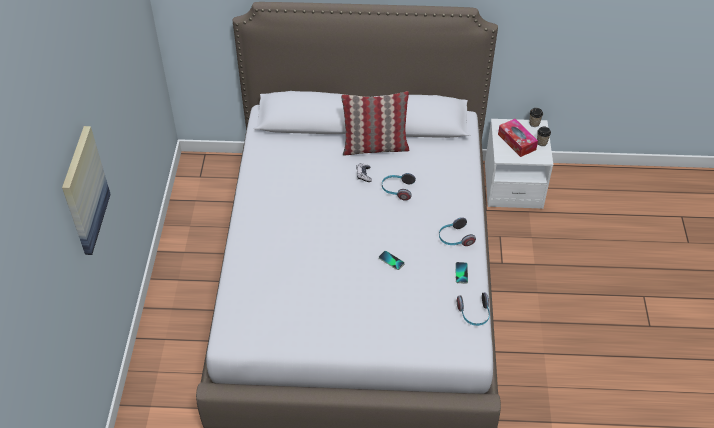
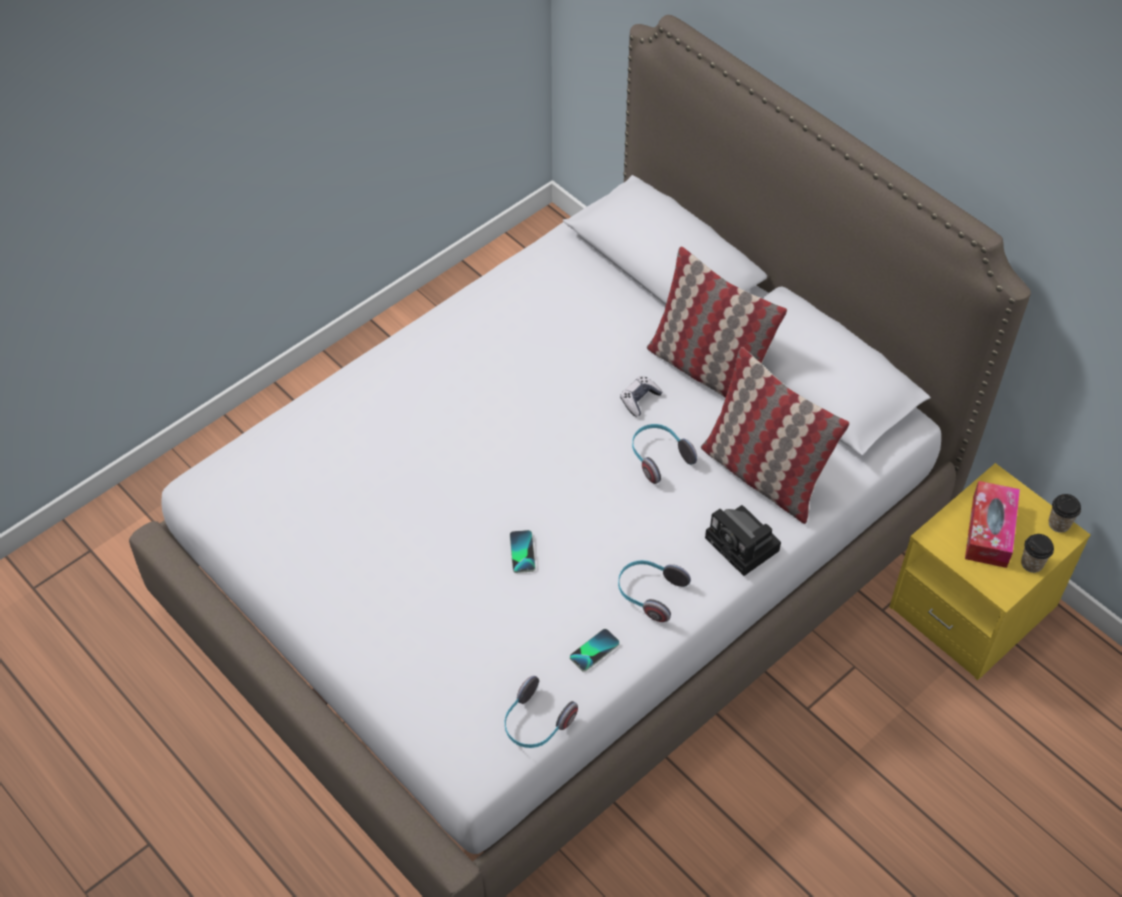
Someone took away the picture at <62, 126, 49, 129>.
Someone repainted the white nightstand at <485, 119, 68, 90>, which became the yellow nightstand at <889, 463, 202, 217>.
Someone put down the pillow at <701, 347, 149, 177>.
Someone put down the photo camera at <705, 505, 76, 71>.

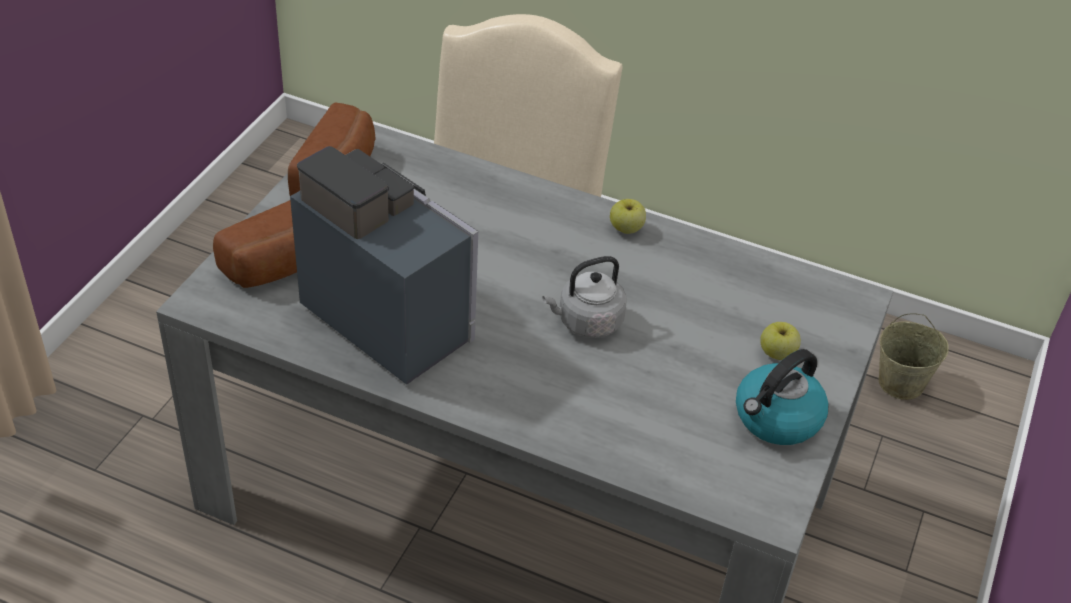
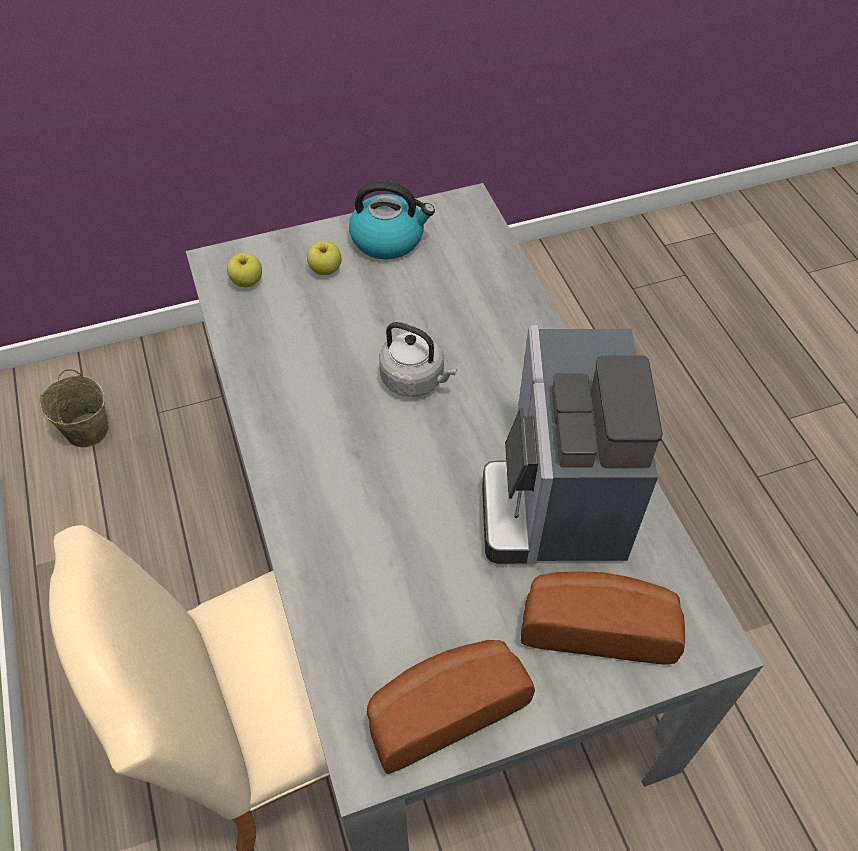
Someone carried the apple from <610, 199, 36, 35> to <227, 253, 35, 34>.

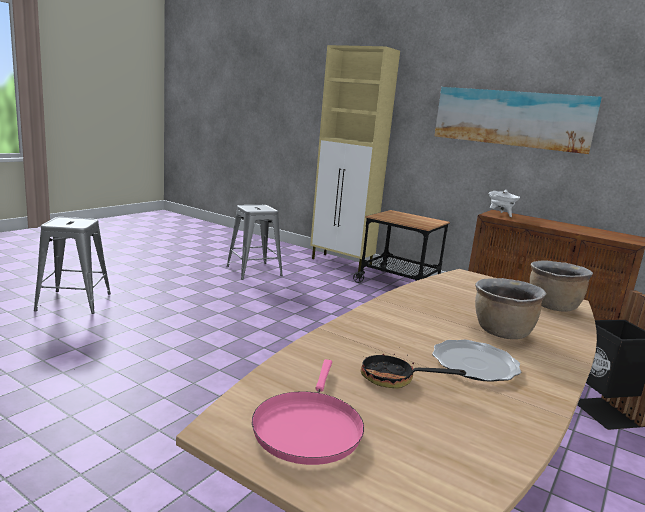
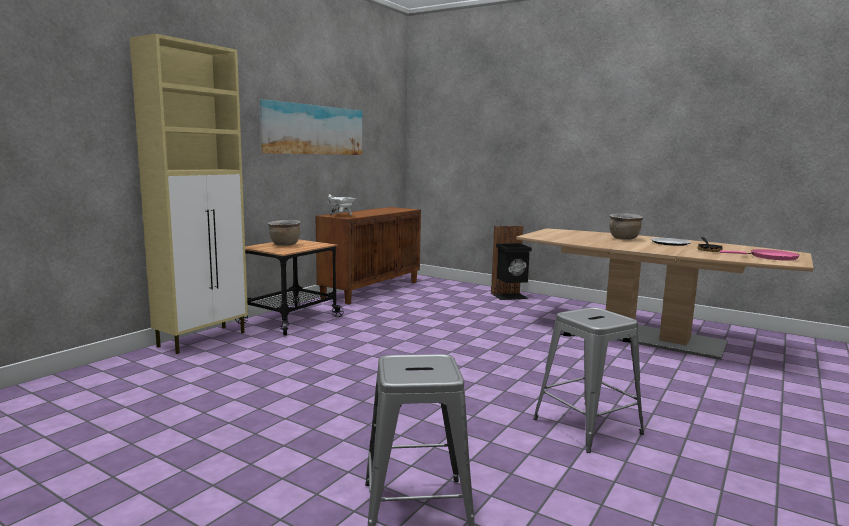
Someone carried the grey stool from <227, 205, 56, 75> to <533, 307, 111, 146>.
Someone carried the brown cooking pot from <530, 260, 63, 52> to <268, 220, 32, 26>.

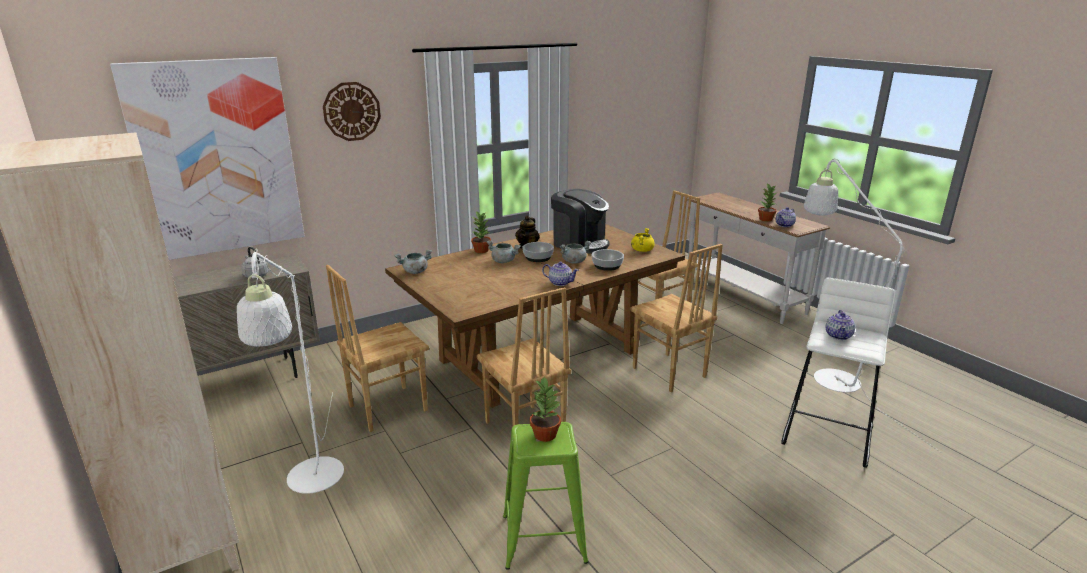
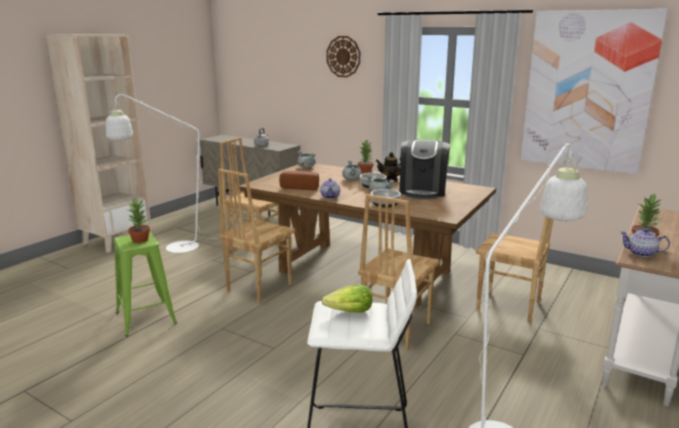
Someone carried the picture from <110, 57, 195, 203> to <520, 9, 148, 165>.
Someone took away the yellow cooking pot at <631, 228, 24, 24>.
Someone swapped the teapot at <826, 310, 29, 30> for the lettuce at <322, 285, 50, 28>.
Someone put down the bread at <279, 171, 40, 19>.

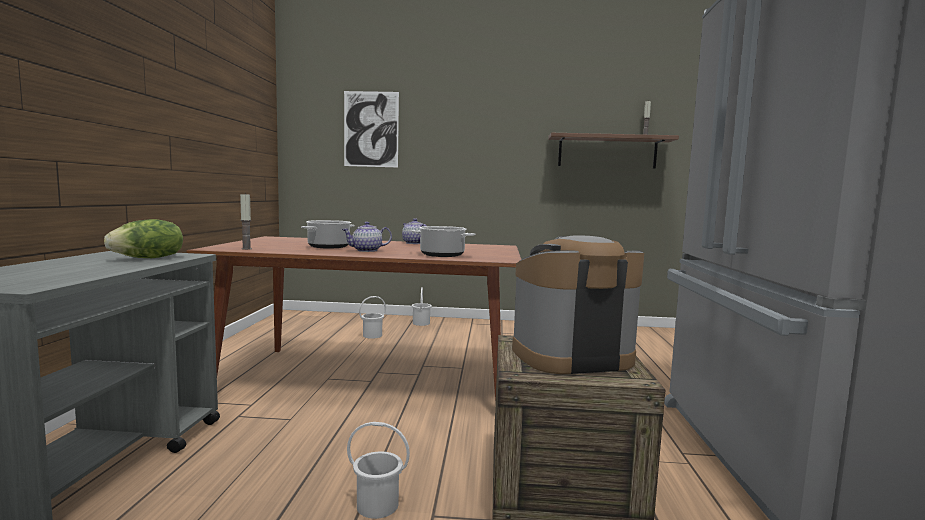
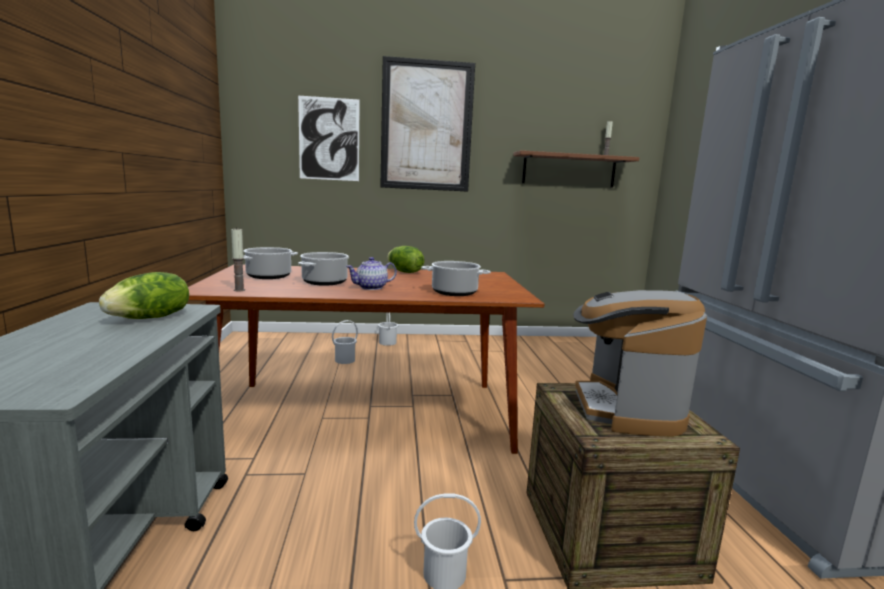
Someone swapped the teapot at <402, 219, 25, 25> for the lettuce at <387, 246, 37, 27>.
Someone rotated the coffee machine at <512, 235, 132, 139> by 60 degrees counterclockwise.
Someone put down the cooking pot at <243, 247, 55, 32>.
Someone put up the picture at <380, 56, 95, 136>.

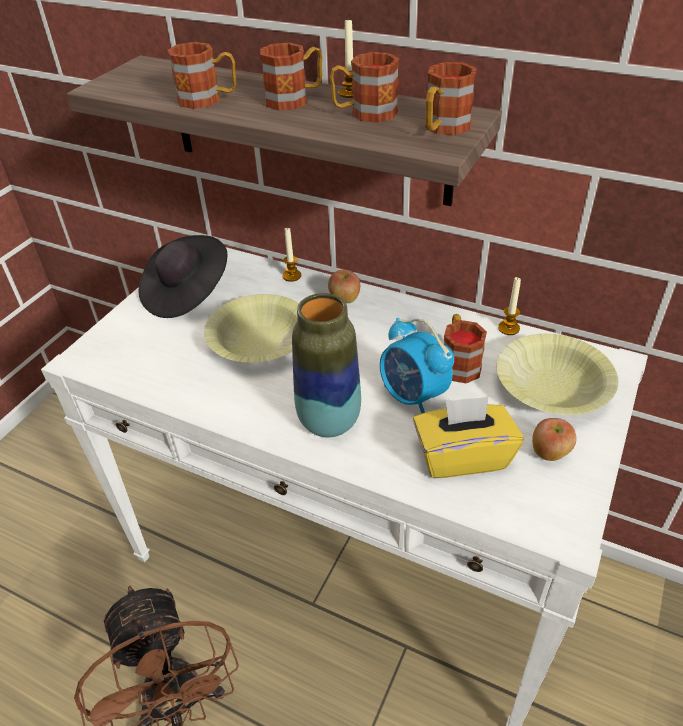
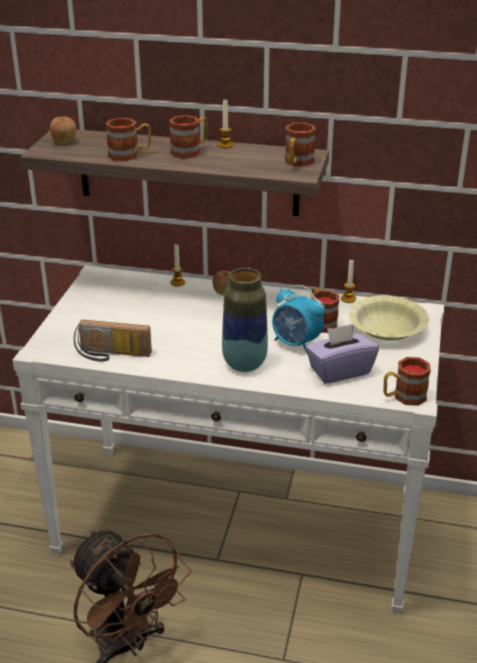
Someone took away the black hat at <139, 235, 88, 83>.
Someone took away the yellow bowl at <204, 294, 95, 69>.
Someone carried the mug from <330, 52, 69, 71> to <383, 357, 48, 49>.
Someone repainted the yellow tissue box at <413, 396, 111, 82>, which became the purple tissue box at <306, 324, 73, 60>.
Someone carried the apple from <532, 418, 44, 43> to <50, 117, 26, 27>.
Someone put down the radio at <74, 320, 78, 42>.

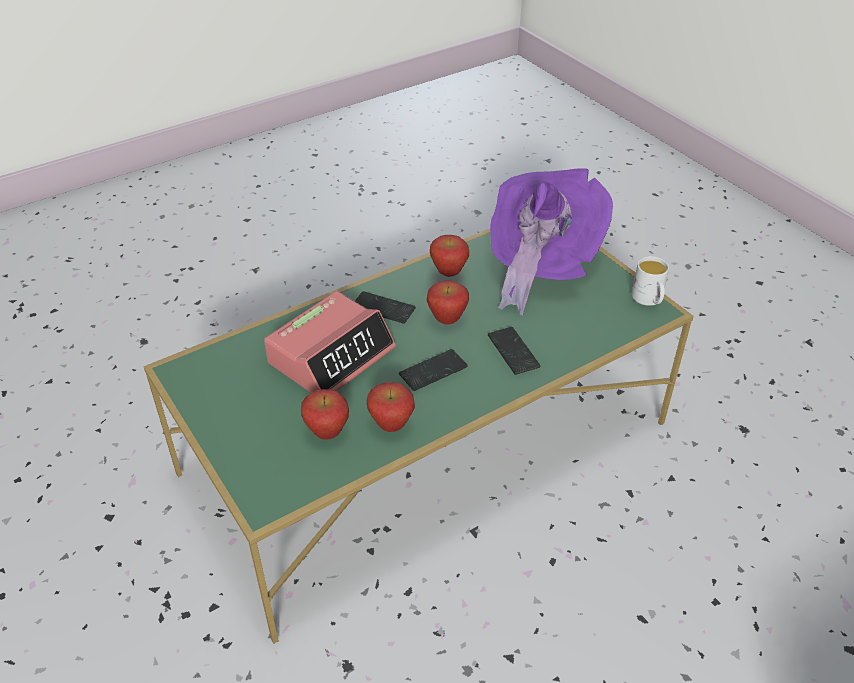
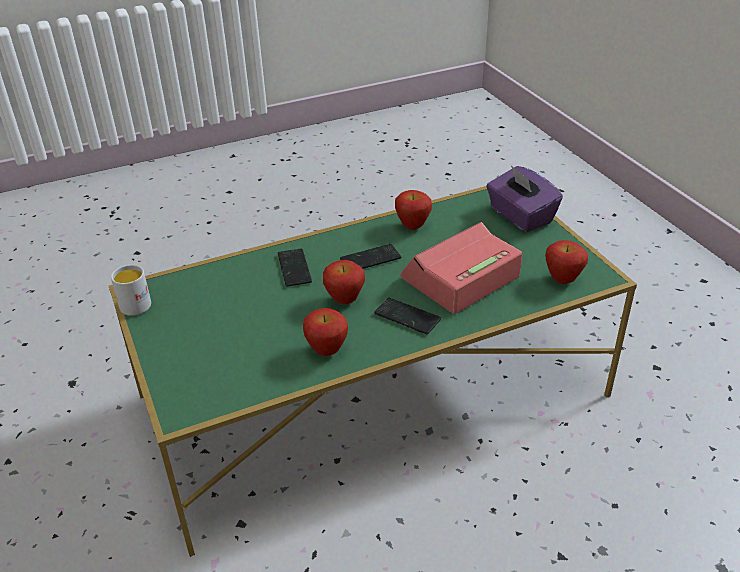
Someone carried the apple from <301, 389, 48, 51> to <545, 240, 43, 44>.
Someone took away the purple hat at <490, 168, 123, 148>.
Someone put down the purple tissue box at <486, 165, 77, 67>.

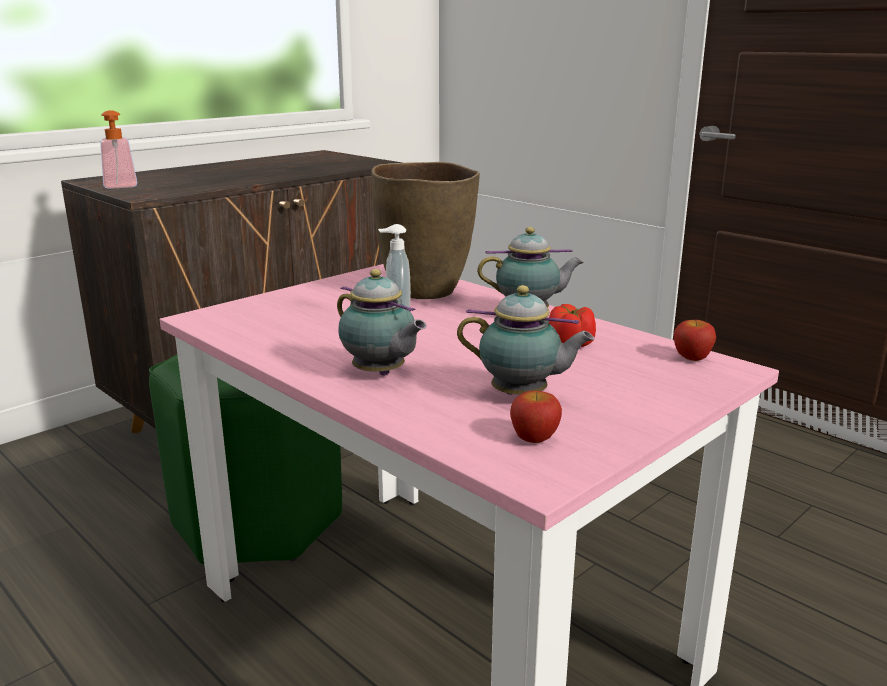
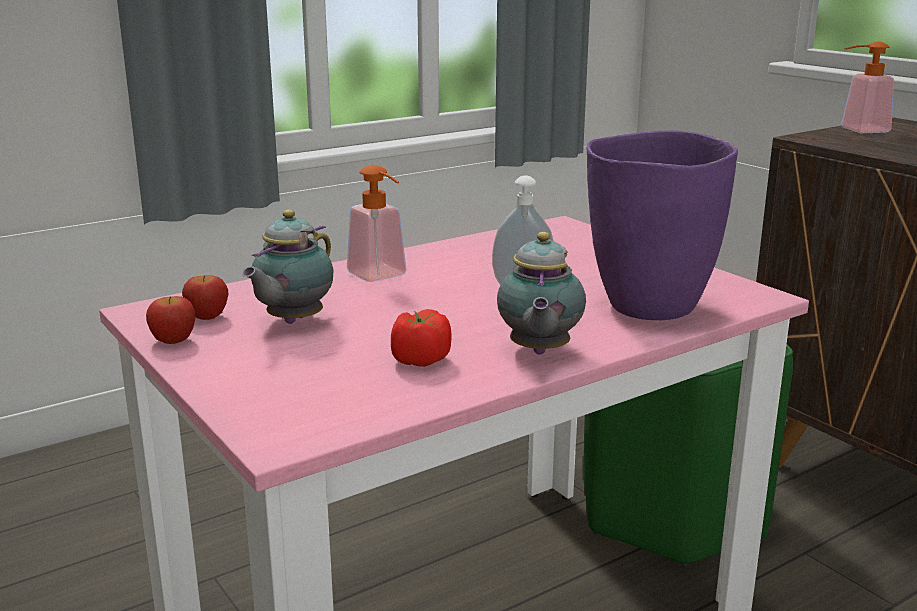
Someone swapped the teapot at <337, 269, 89, 107> for the soap dispenser at <347, 165, 60, 117>.
Someone repainted the brown vase at <371, 162, 109, 137>, which became the purple vase at <586, 130, 152, 190>.
Someone carried the apple from <674, 320, 42, 41> to <146, 296, 50, 48>.

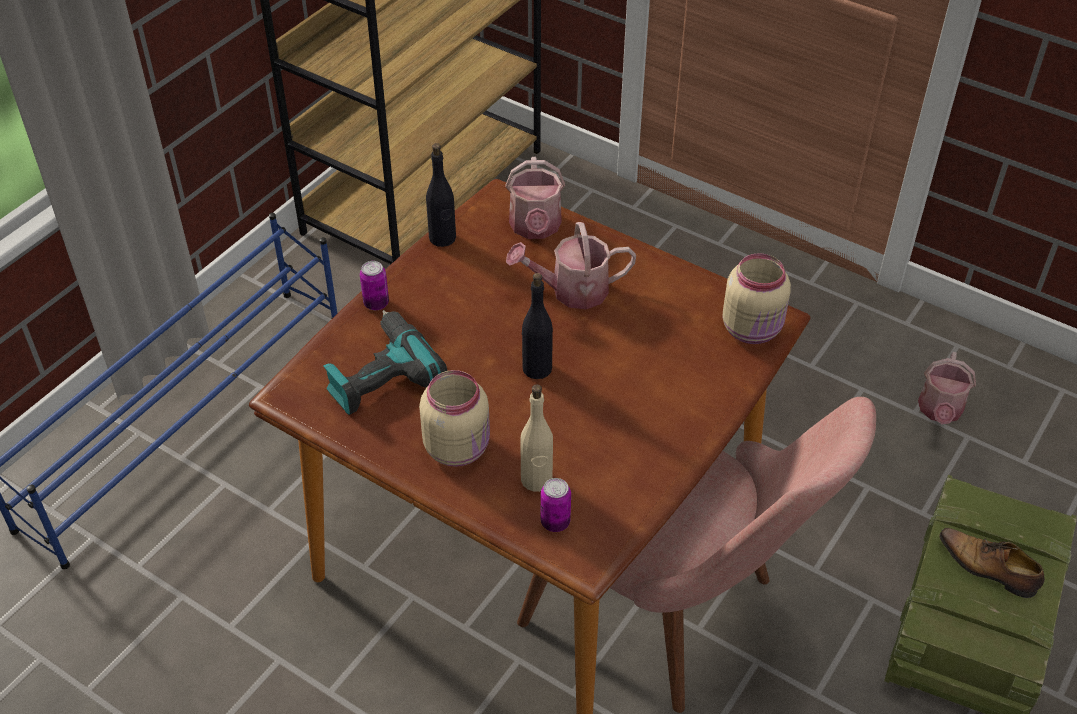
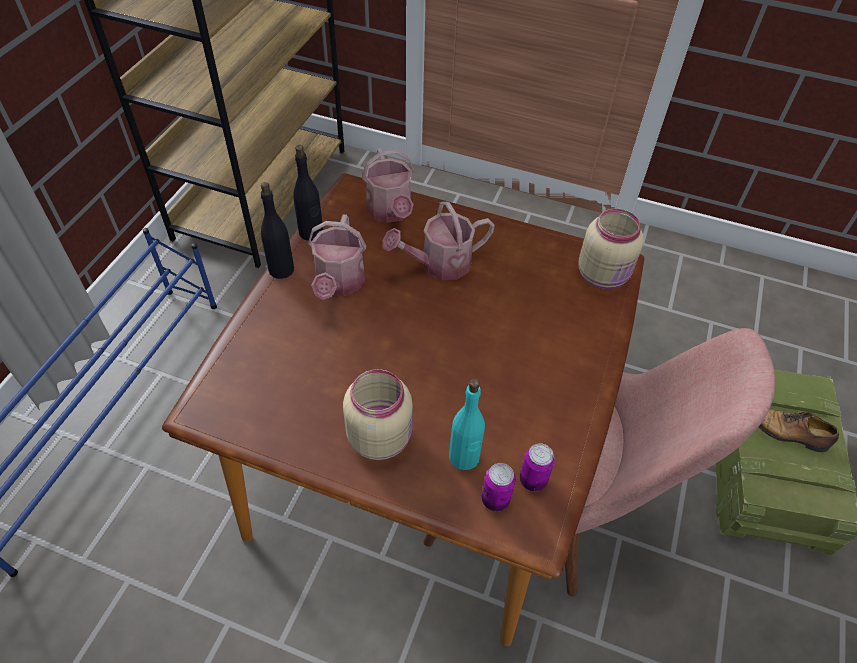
Someone took away the power drill at <323, 310, 124, 105>.
Someone carried the can from <360, 261, 29, 49> to <519, 443, 36, 49>.
Someone repainted the beige bottle at <520, 384, 33, 108>, which became the turquoise bottle at <449, 378, 36, 92>.
Someone carried the black bottle from <522, 273, 31, 106> to <261, 182, 33, 97>.
Someone carried the watering can from <918, 352, 58, 72> to <308, 214, 58, 86>.

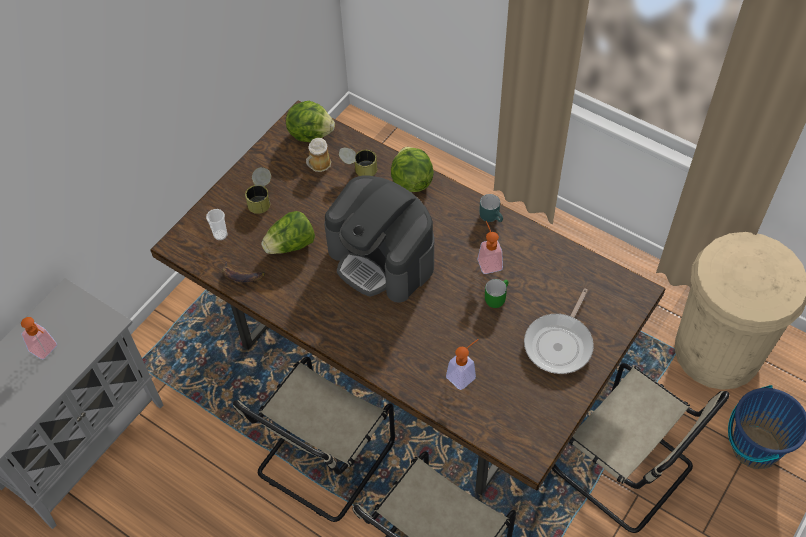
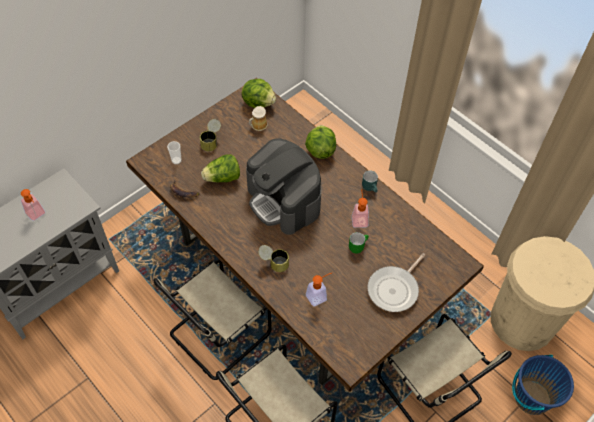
Someone carried the can from <339, 148, 38, 28> to <258, 245, 31, 27>.

